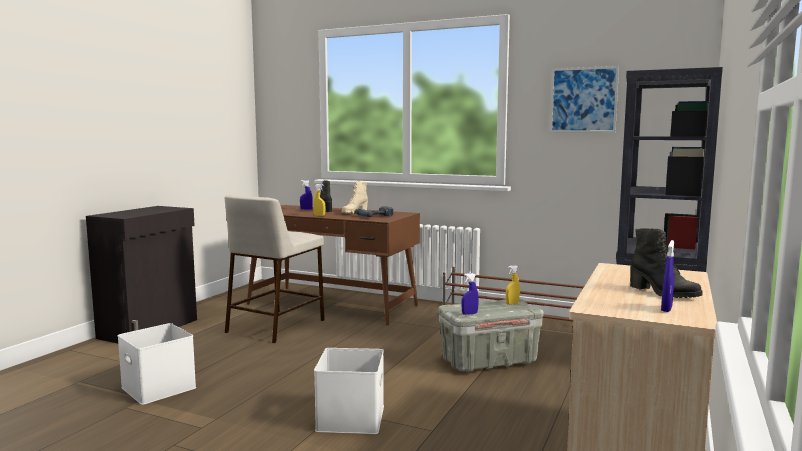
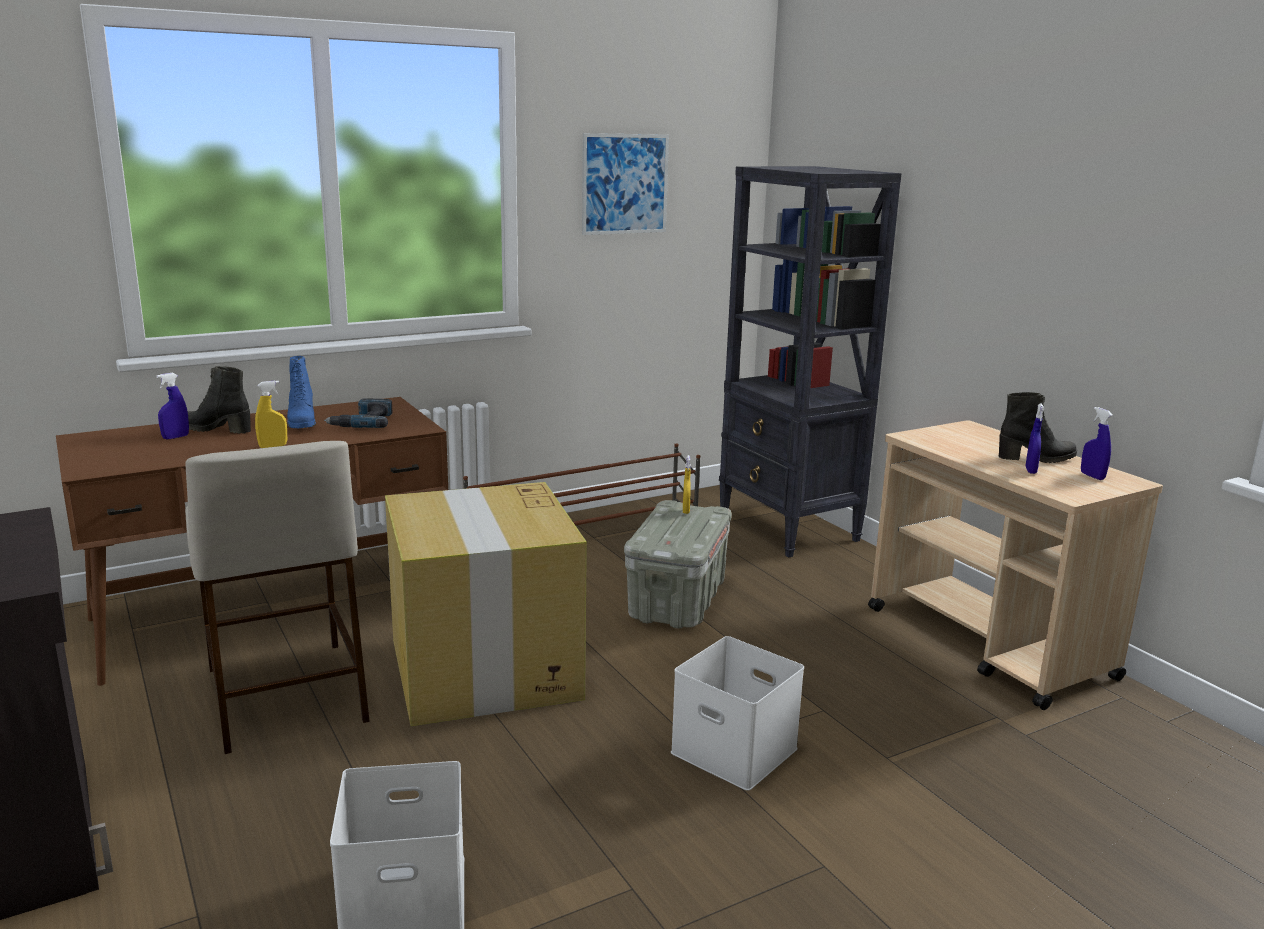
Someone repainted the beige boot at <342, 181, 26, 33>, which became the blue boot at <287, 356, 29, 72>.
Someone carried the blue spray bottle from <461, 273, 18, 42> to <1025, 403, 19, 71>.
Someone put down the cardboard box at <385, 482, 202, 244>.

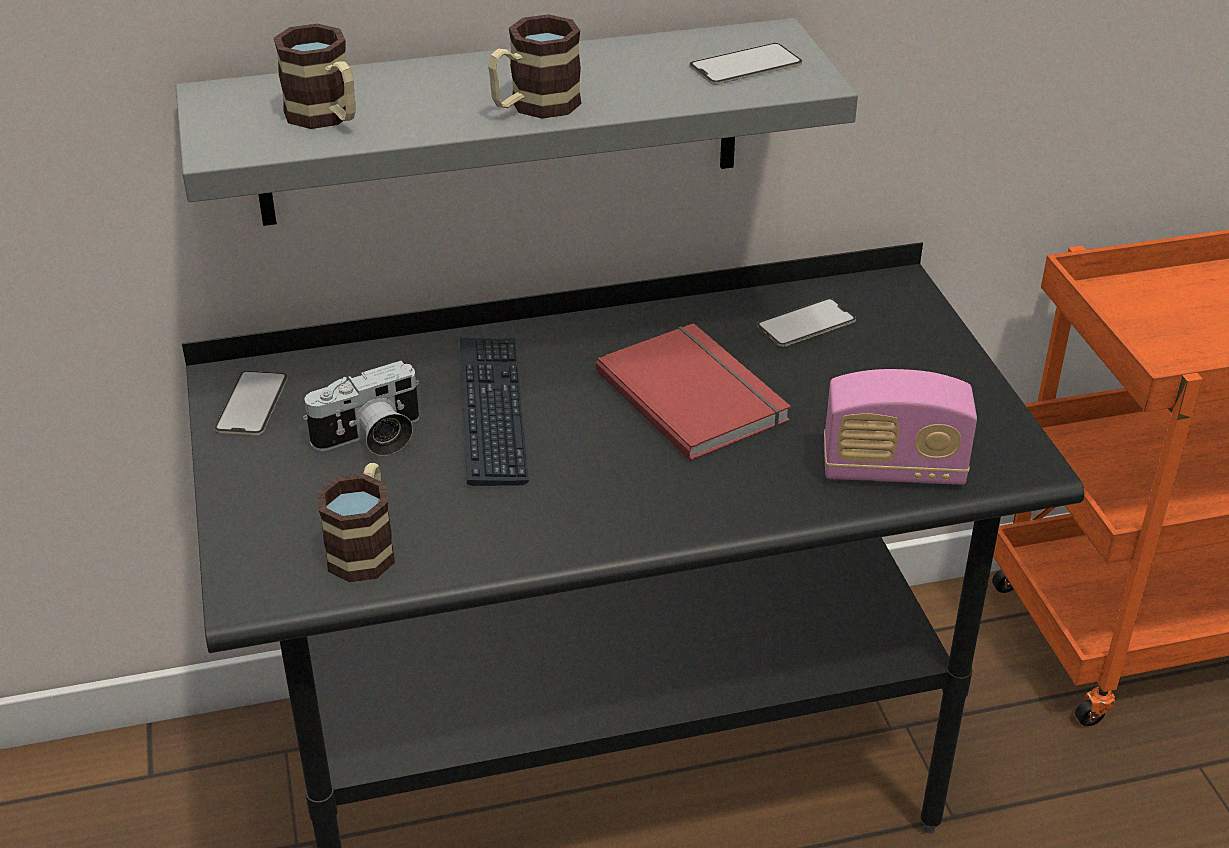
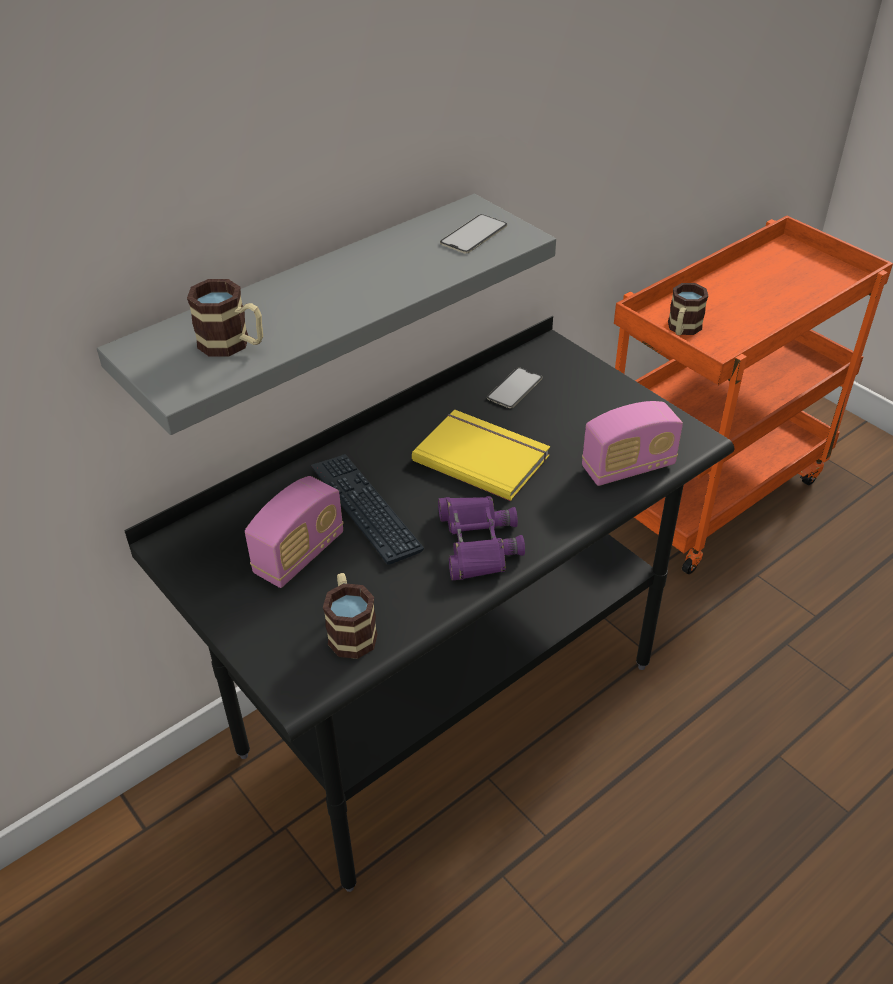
Someone took away the phone at <214, 371, 74, 64>.
Someone swapped the photo camera at <303, 361, 116, 95> for the radio at <245, 476, 98, 112>.
Someone carried the mug from <488, 14, 93, 105> to <668, 283, 40, 52>.
Someone repainted the red book at <596, 323, 195, 138>, which became the yellow book at <412, 409, 138, 92>.
Someone put down the purple binoculars at <438, 496, 87, 85>.

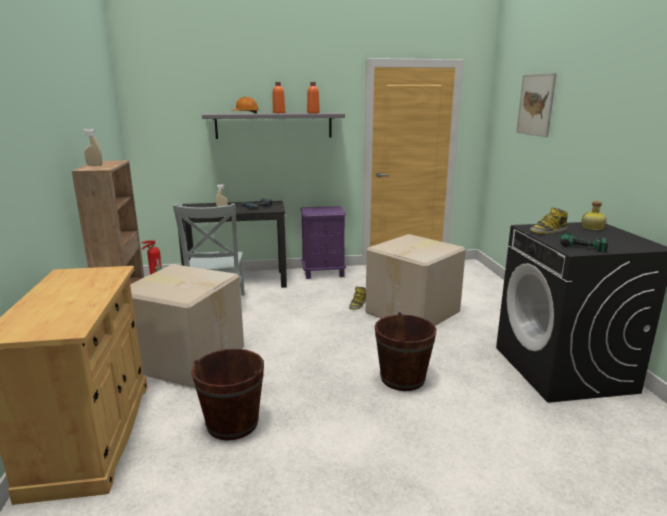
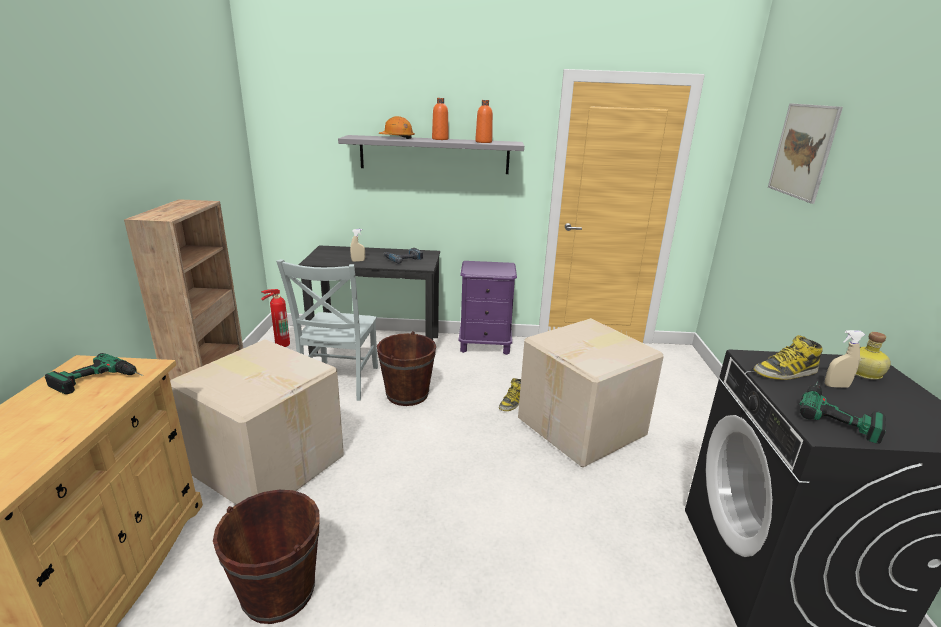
Someone carried the beige spray bottle from <83, 129, 19, 37> to <825, 330, 40, 58>.
Someone carried the brown bucket from <375, 312, 62, 79> to <377, 331, 59, 75>.
Someone put down the power drill at <44, 353, 99, 41>.

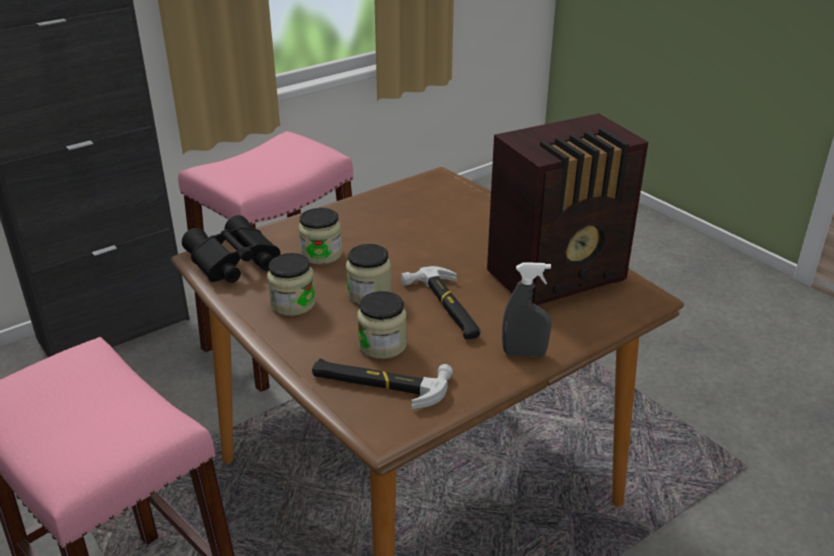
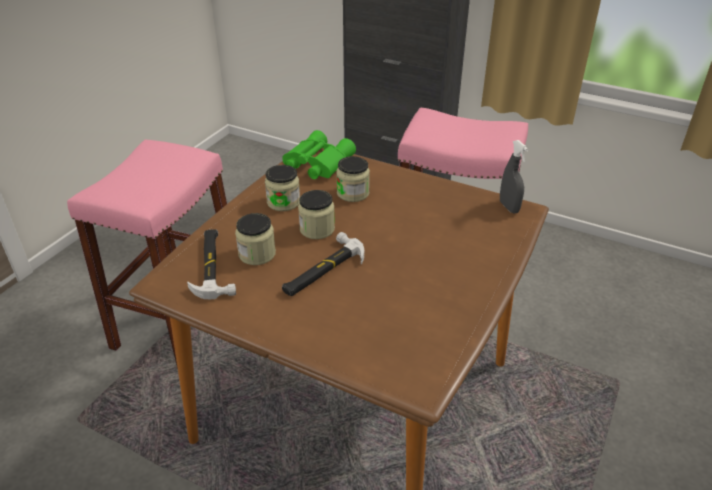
Someone repainted the black binoculars at <182, 215, 99, 68>, which became the green binoculars at <282, 130, 74, 49>.
Someone took away the radio at <487, 113, 161, 192>.
Someone carried the grey spray bottle from <502, 262, 49, 95> to <500, 140, 29, 73>.

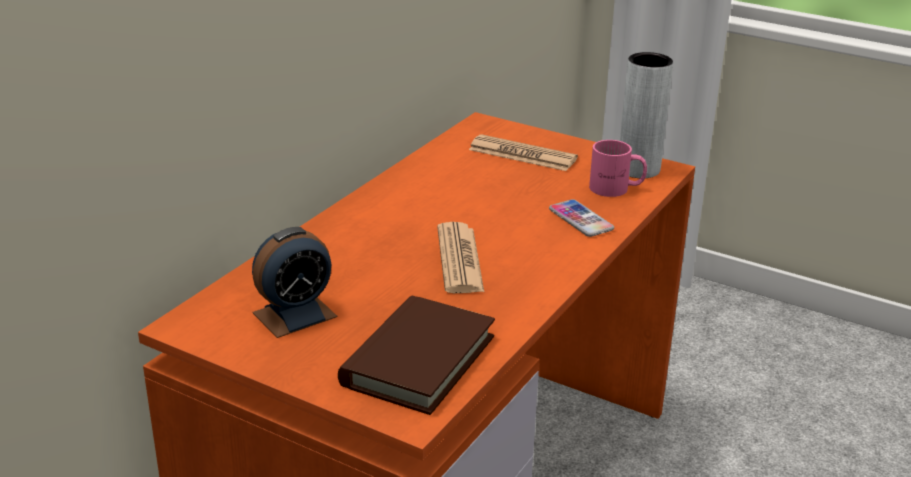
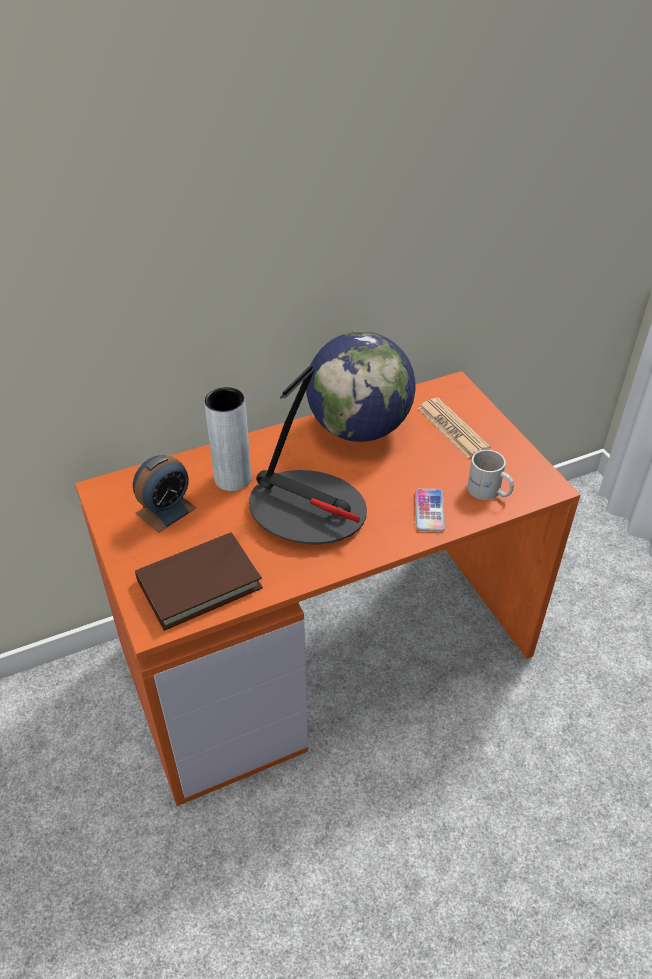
Someone rotated the alarm clock at <252, 227, 86, 111> by 45 degrees counterclockwise.
Someone swapped the newspaper at <437, 222, 47, 71> for the table lamp at <249, 365, 118, 179>.
Someone repainted the pink mug at <589, 140, 58, 57>, which became the white mug at <467, 450, 47, 50>.
Someone carried the grey vase from <620, 52, 53, 126> to <204, 387, 47, 104>.
Someone put down the globe at <306, 331, 110, 111>.

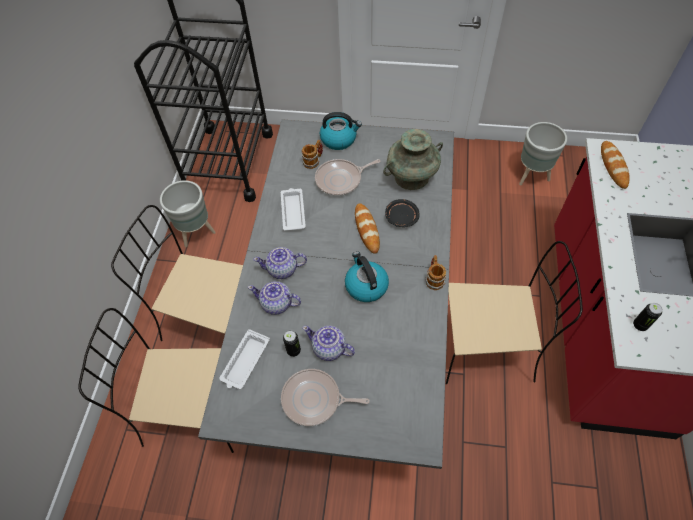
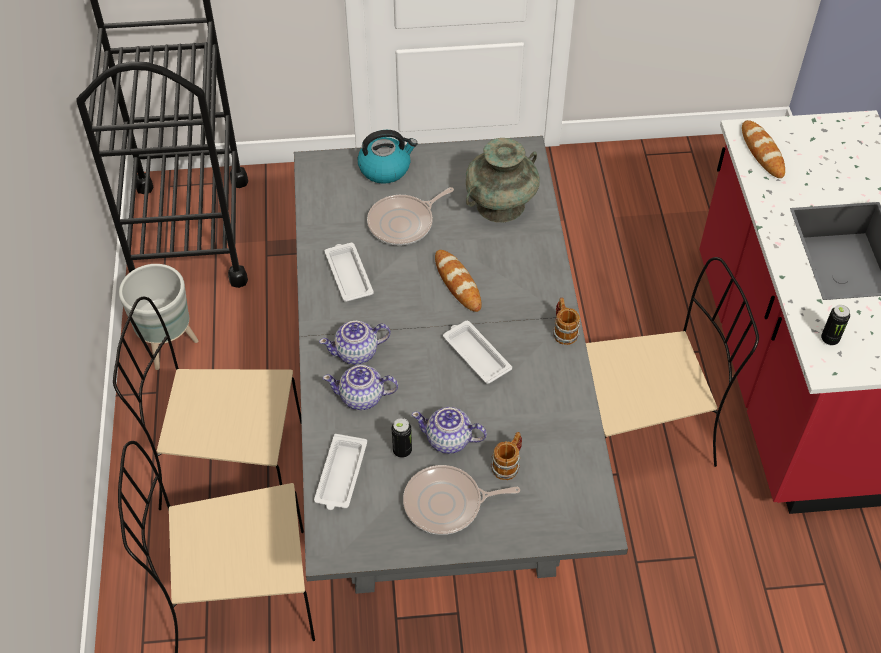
Someone carried the mug from <302, 140, 21, 29> to <490, 432, 32, 48>.
Someone swapped the kettle at <345, 251, 44, 51> for the white tray at <443, 321, 69, 63>.
Someone took away the black plate at <385, 199, 35, 28>.
Someone took away the grey planter at <519, 122, 48, 63>.

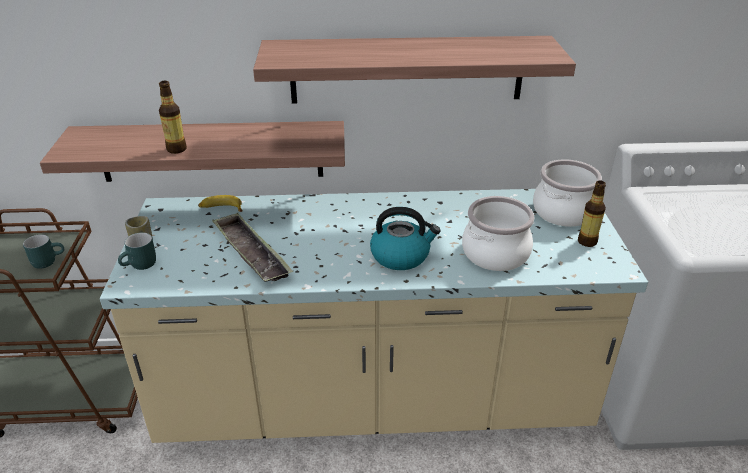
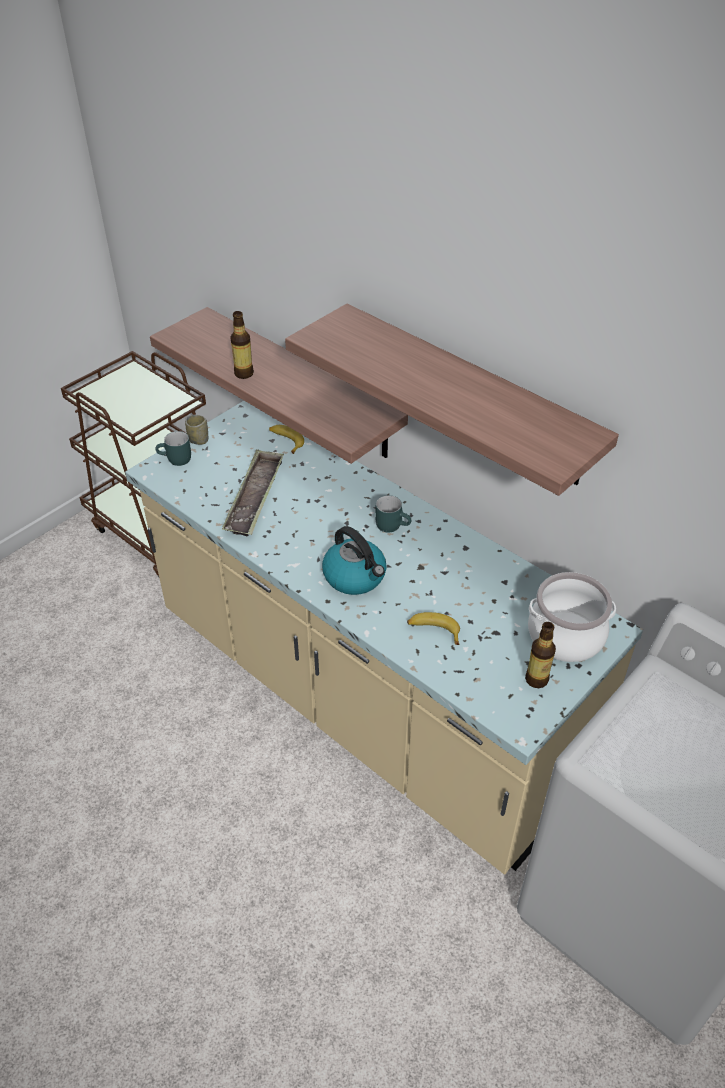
Someone carried the turquoise mug from <23, 234, 41, 35> to <375, 495, 36, 38>.
Someone swapped the cooking pot at <462, 196, 72, 75> for the banana at <407, 612, 53, 33>.

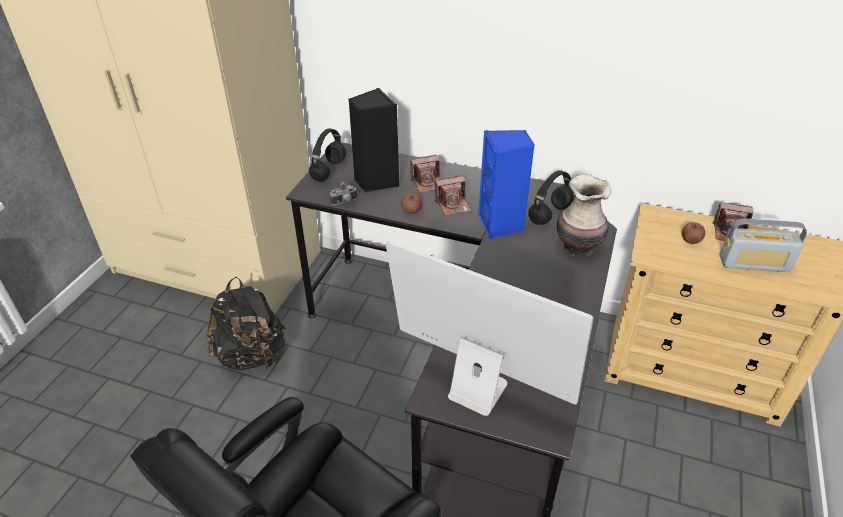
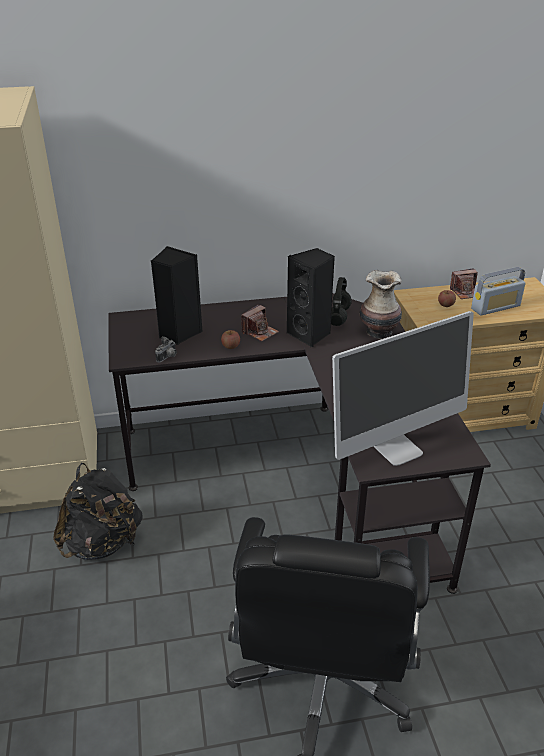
Someone took away the black headphones at <309, 128, 37, 53>.
Someone rotated the monitor at <386, 241, 208, 175> by 150 degrees clockwise.
Someone took away the photo camera at <410, 155, 30, 38>.
Someone repainted the blue speaker at <478, 130, 57, 109>, which became the black speaker at <287, 248, 48, 100>.

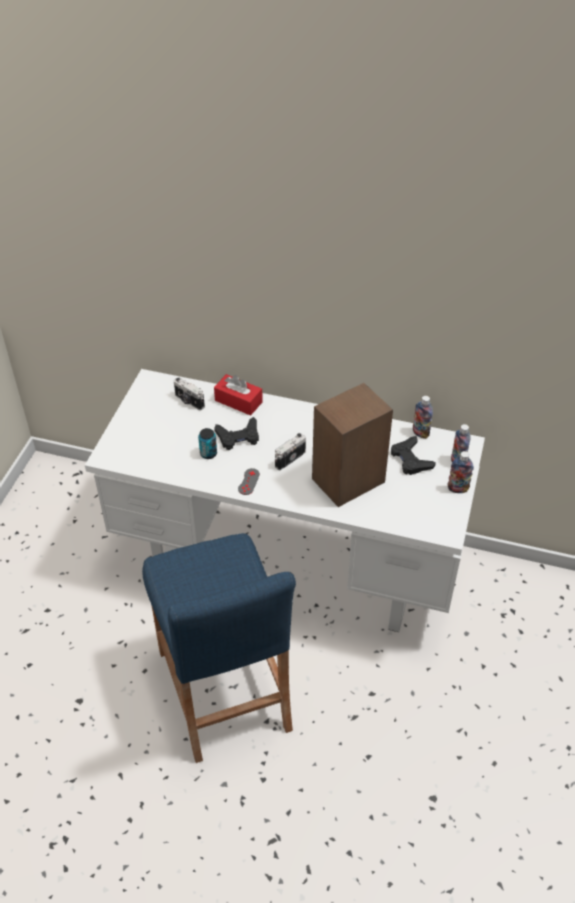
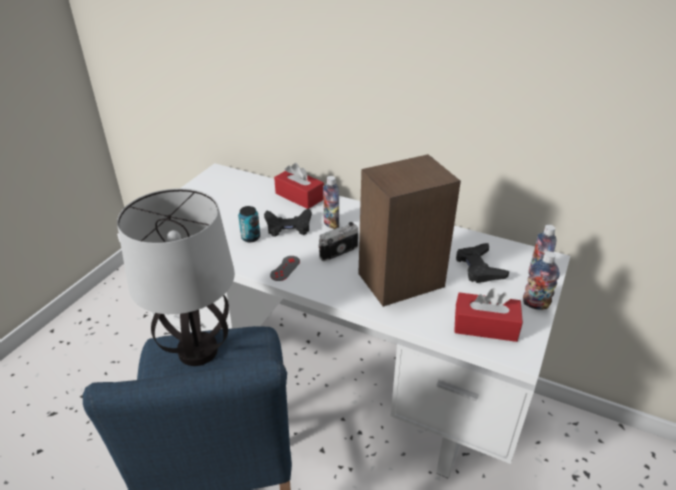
Someone took away the photo camera at <174, 377, 31, 33>.
Someone carried the bottle from <413, 396, 20, 43> to <323, 176, 16, 53>.
Someone put down the table lamp at <117, 188, 118, 178>.
Someone put down the red tissue box at <454, 289, 69, 53>.

